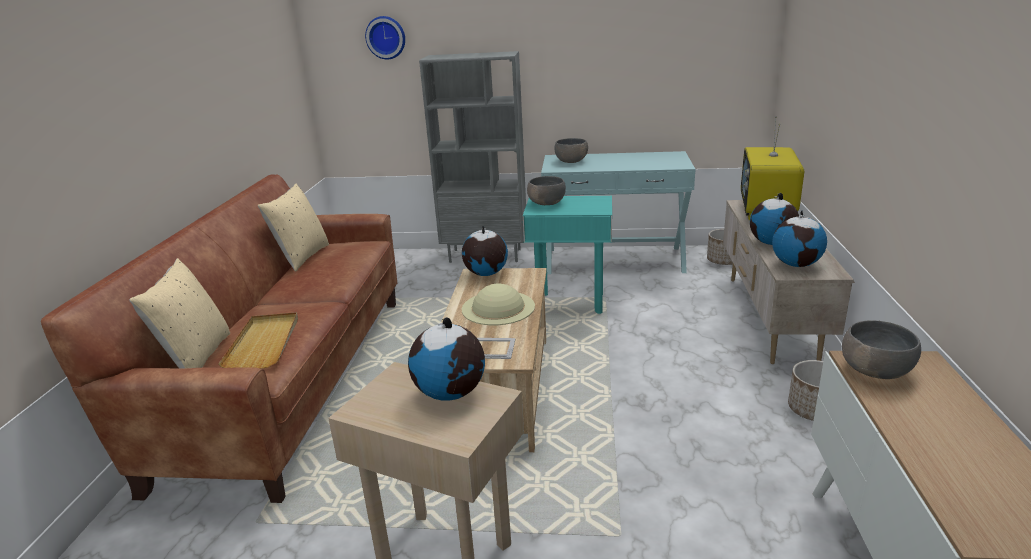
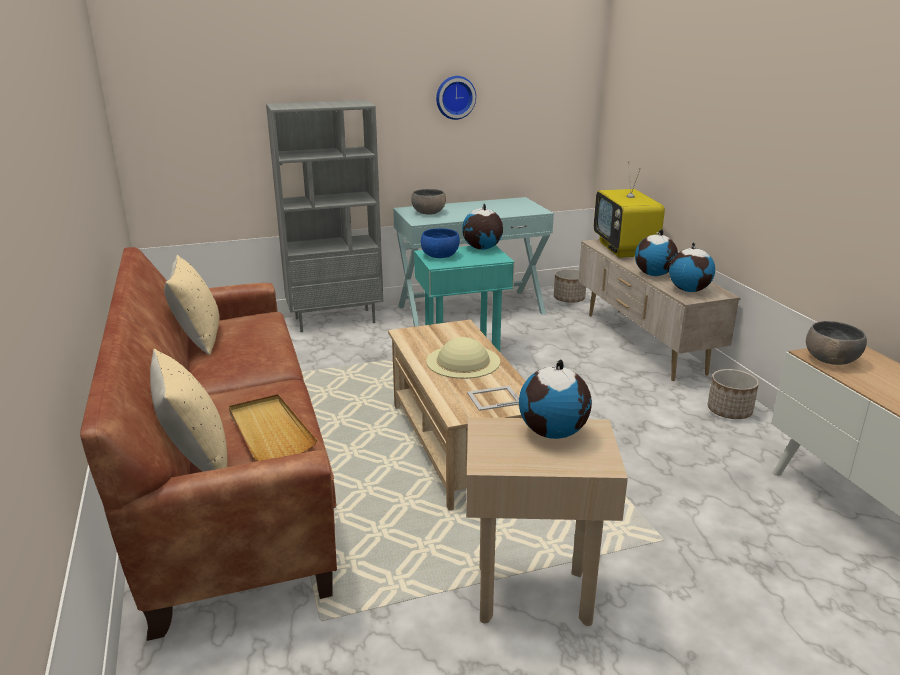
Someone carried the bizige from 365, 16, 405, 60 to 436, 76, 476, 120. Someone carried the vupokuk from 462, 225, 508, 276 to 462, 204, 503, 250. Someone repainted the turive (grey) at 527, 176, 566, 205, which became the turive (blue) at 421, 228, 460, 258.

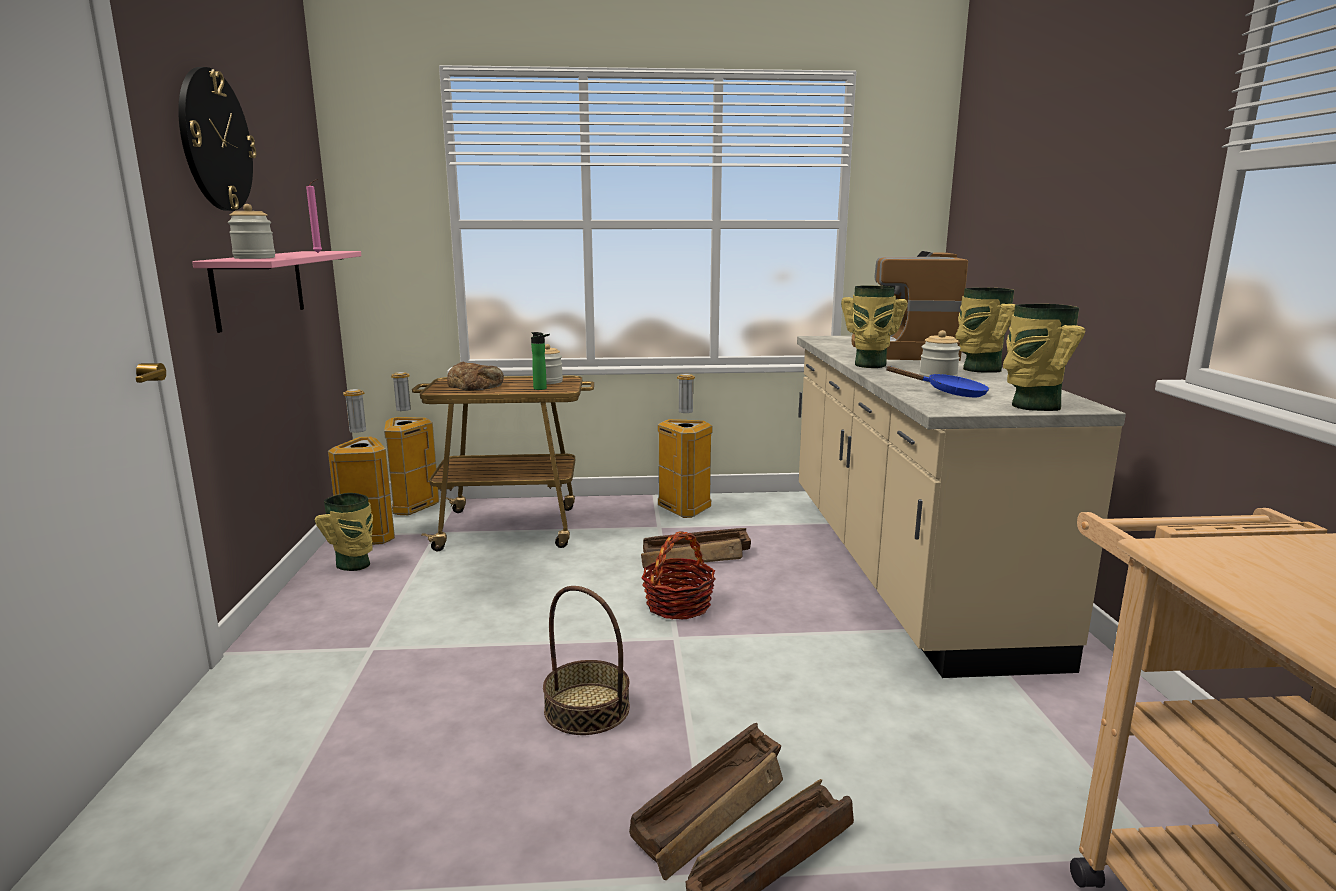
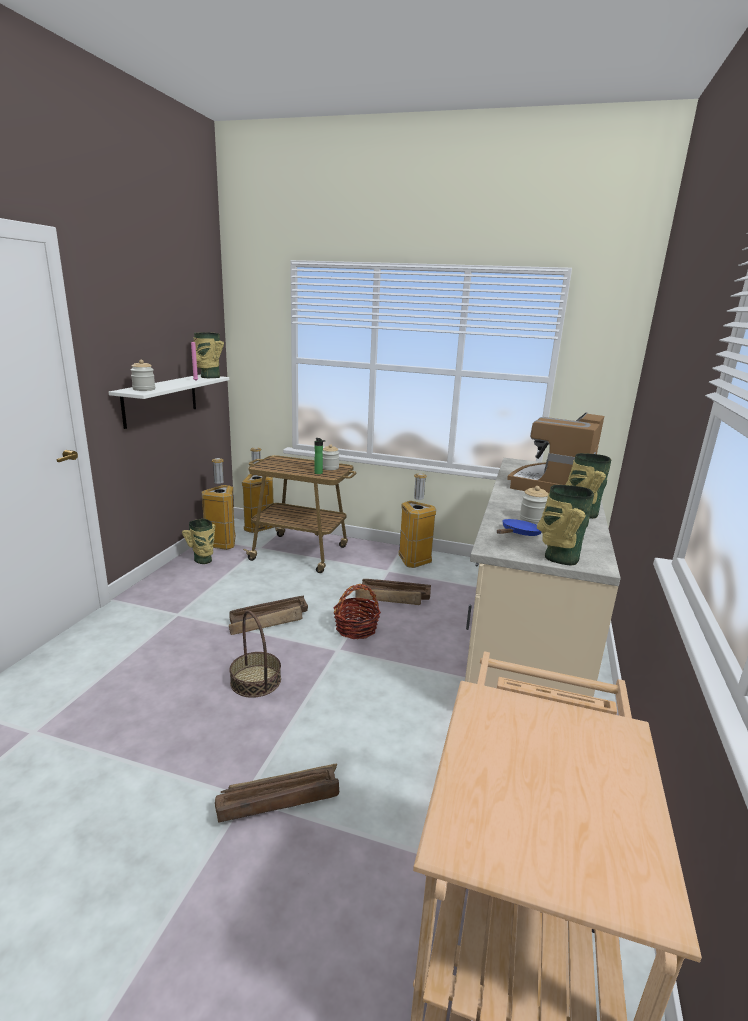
Someone took away the bizige at 178, 67, 256, 211. Someone took away the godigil at 447, 362, 504, 391. Someone carried the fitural from 629, 723, 783, 880 to 229, 596, 308, 635. Someone carried the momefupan from 841, 286, 907, 368 to 194, 332, 224, 378. Someone repainted the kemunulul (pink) at 192, 251, 361, 333, which became the kemunulul (white) at 109, 375, 229, 429. Someone rotated the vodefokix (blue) at 886, 366, 989, 397 by 90 degrees counterclockwise.

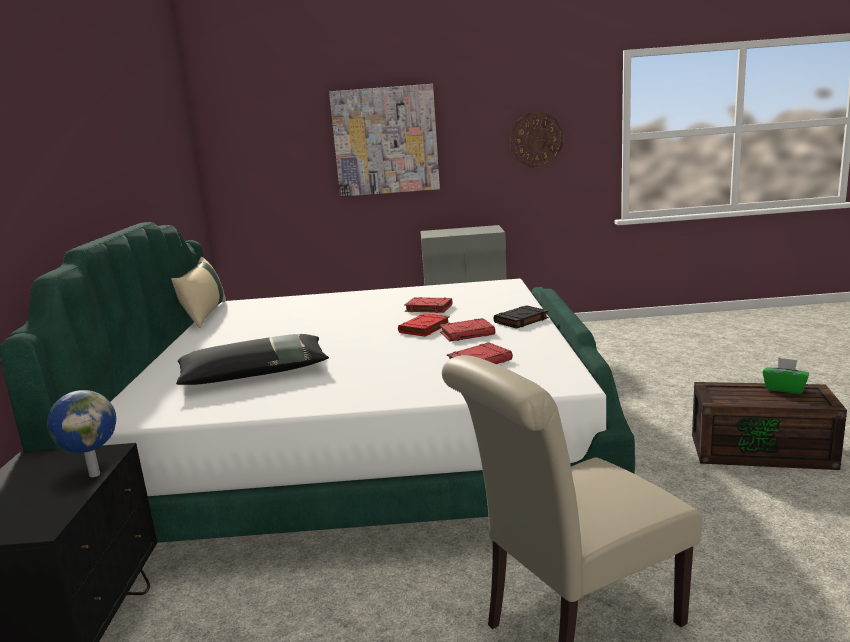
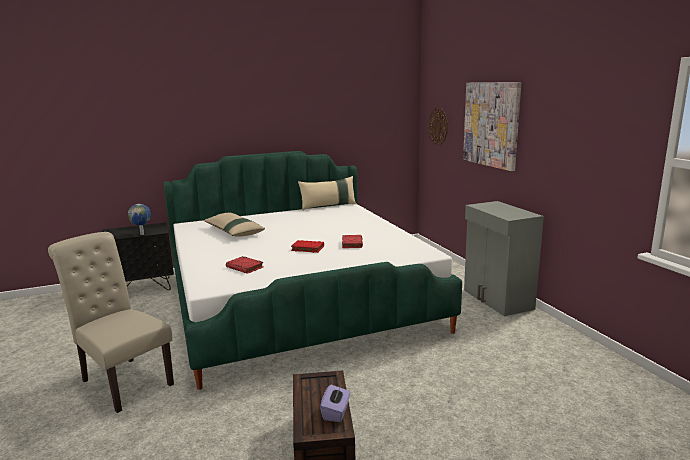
Someone took away the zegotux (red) at 440, 318, 495, 341. Someone took away the zegotux (black) at 493, 305, 549, 329. Someone carried the bizige from 510, 112, 563, 168 to 429, 108, 448, 145. Someone repainted the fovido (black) at 176, 334, 329, 385, which became the fovido (beige) at 204, 213, 265, 237. Someone repainted the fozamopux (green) at 762, 357, 809, 394, which became the fozamopux (purple) at 320, 385, 351, 422.

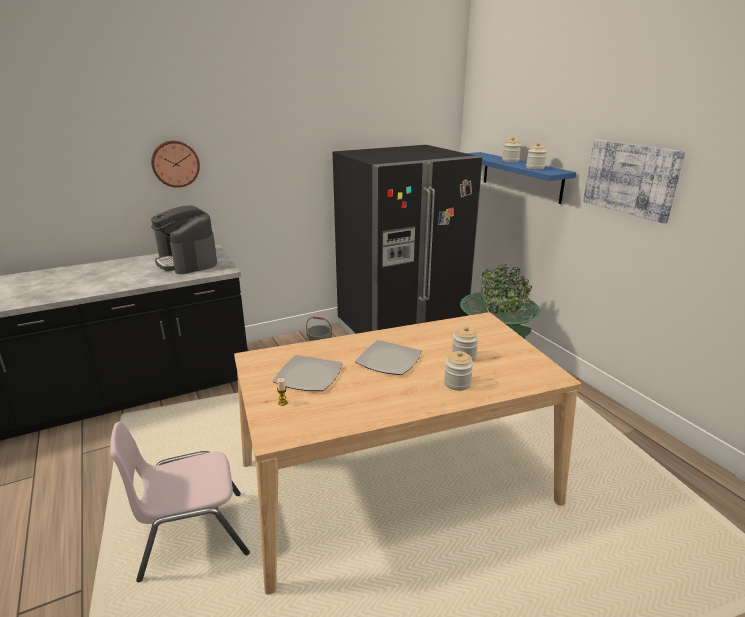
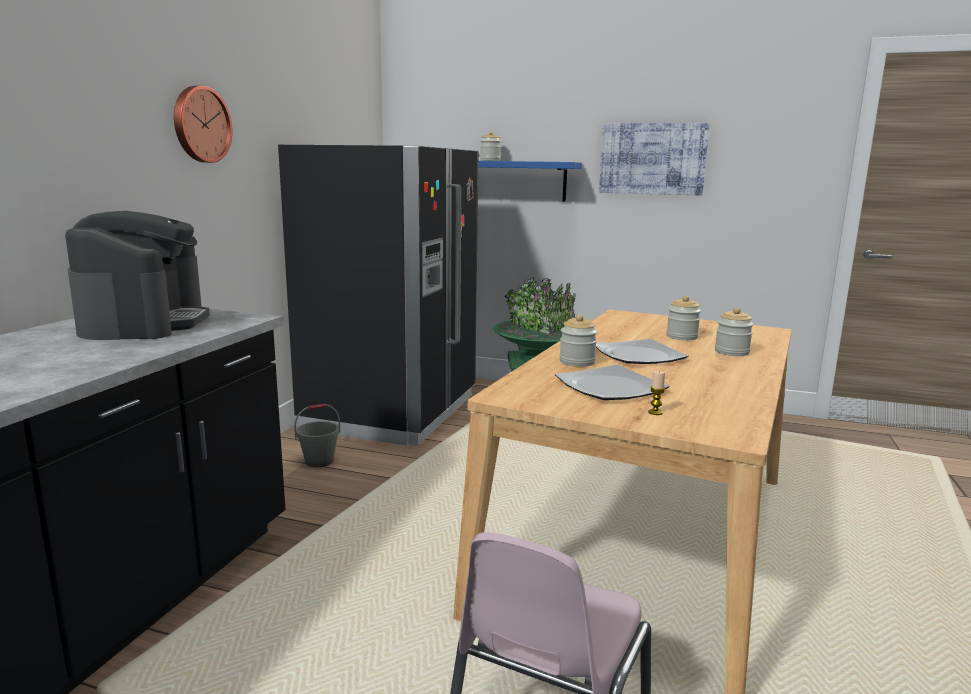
Someone carried the bizige from 151, 141, 200, 188 to 174, 86, 232, 163. Someone carried the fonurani from 526, 142, 547, 169 to 560, 314, 597, 367. Someone rotated the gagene at 151, 206, 217, 274 by 105 degrees counterclockwise.

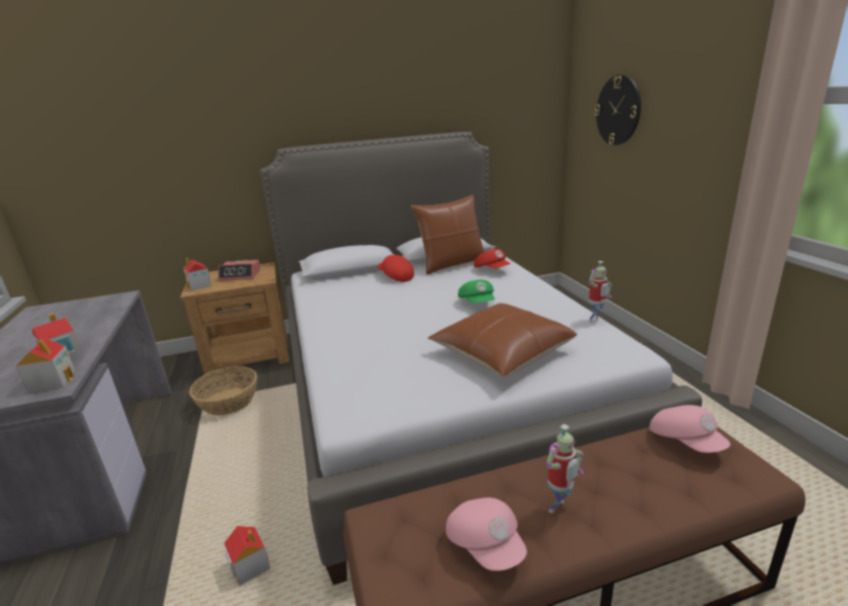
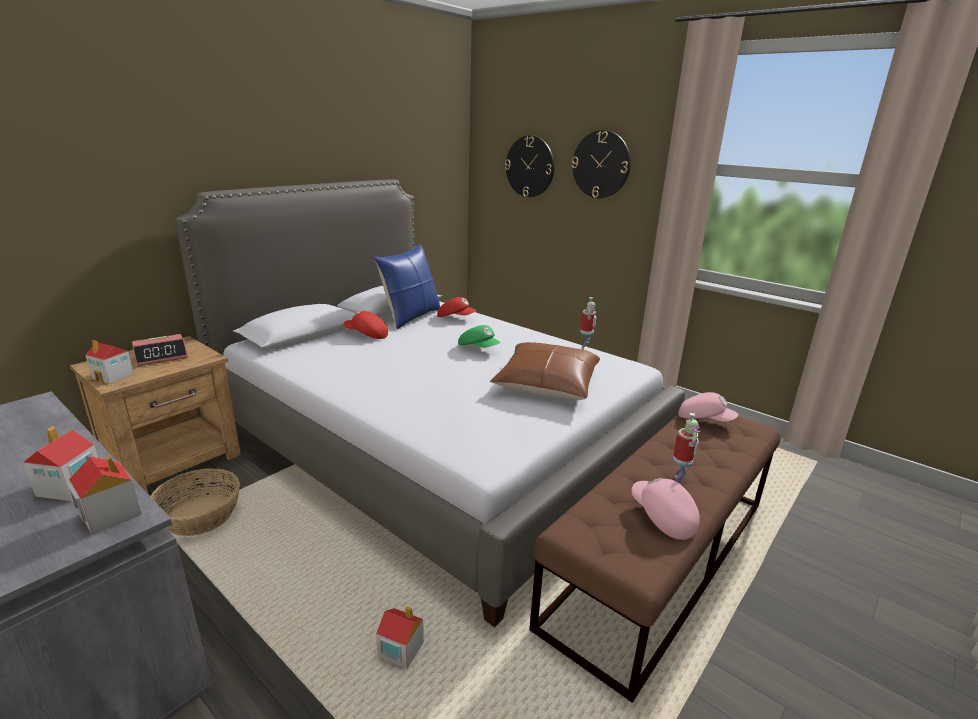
Someone put up the bizige at 572, 130, 631, 198. Someone repainted the fovido (brown) at 411, 195, 485, 274, which became the fovido (blue) at 374, 244, 440, 329. Someone rotated the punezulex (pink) at 446, 498, 527, 571 by 150 degrees counterclockwise.

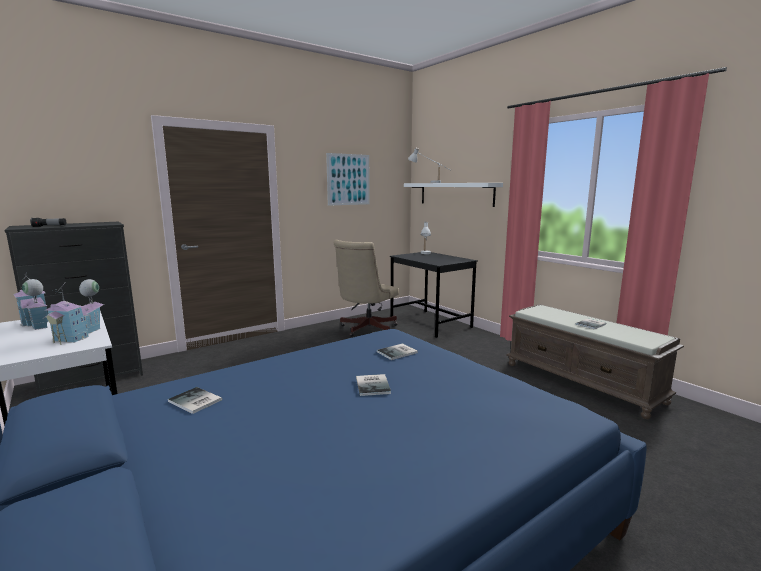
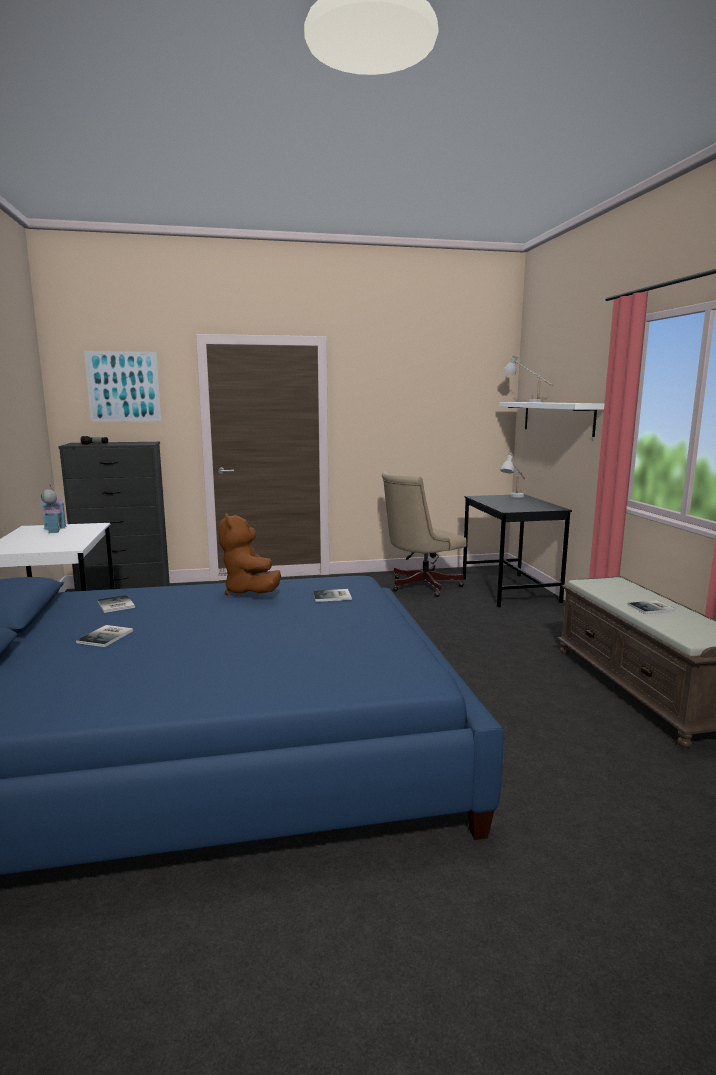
Someone took away the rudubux at 43, 279, 104, 345. Someone put down the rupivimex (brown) at 218, 514, 281, 595. Someone carried the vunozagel from 326, 153, 370, 206 to 84, 351, 162, 422. Someone carried the zegotux from 356, 374, 391, 396 to 76, 625, 133, 647.

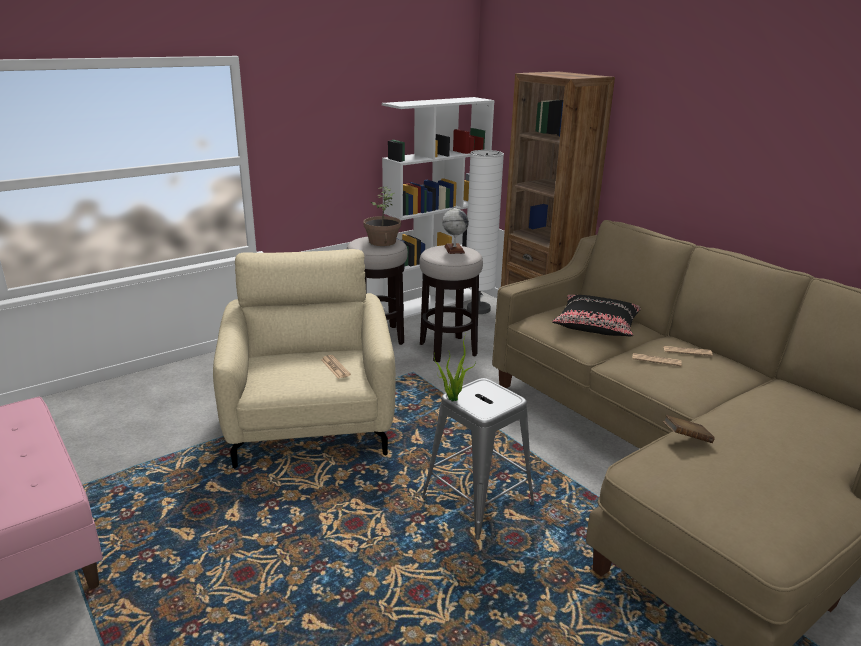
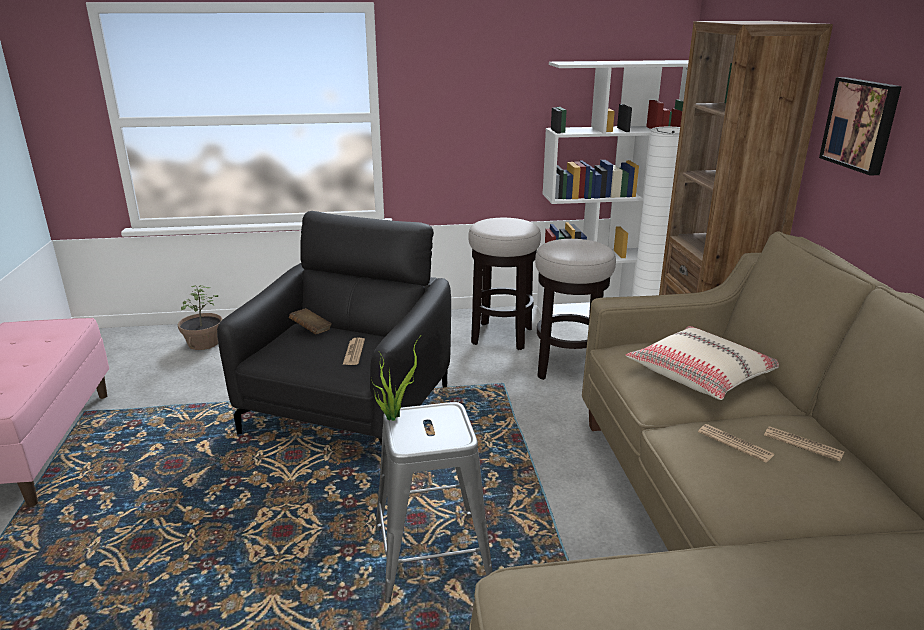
Someone took away the vupokuk at 442, 206, 469, 254. Someone put up the vunozagel at 819, 77, 902, 176. Someone carried the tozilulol from 364, 187, 401, 246 to 178, 285, 223, 350. Someone carried the zegotux (brown) from 663, 415, 715, 443 to 289, 308, 332, 334. Someone repainted the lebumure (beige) at 213, 249, 396, 469, which became the lebumure (black) at 217, 211, 451, 446. Someone repainted the fovido (black) at 552, 295, 641, 336, which became the fovido (beige) at 626, 326, 779, 400.

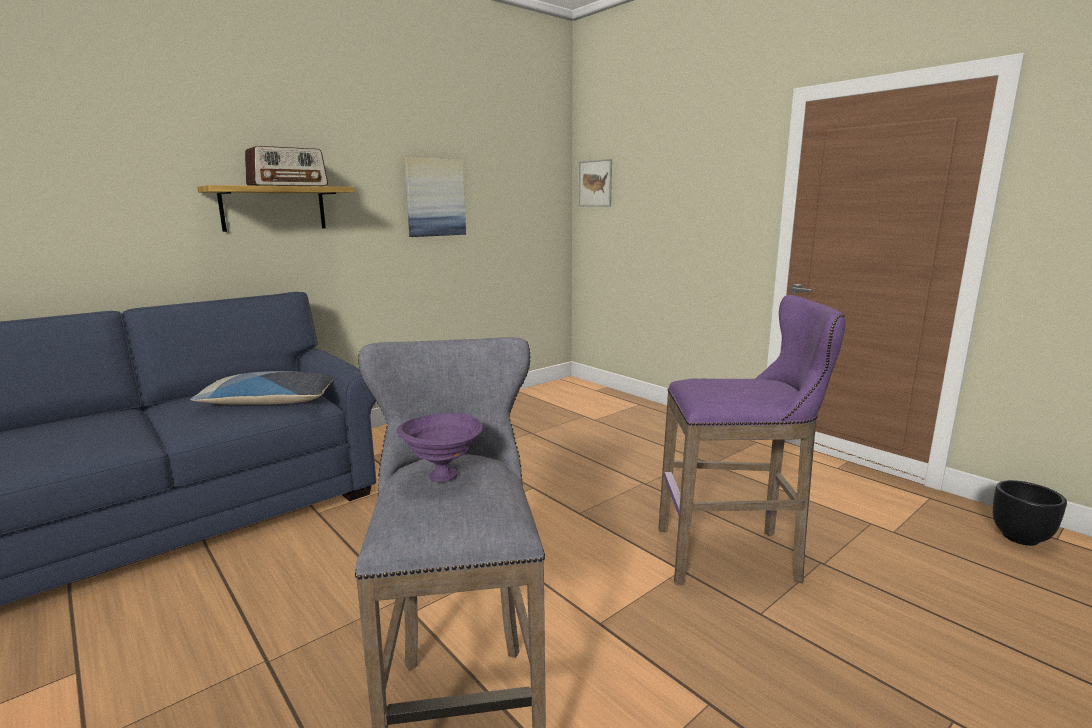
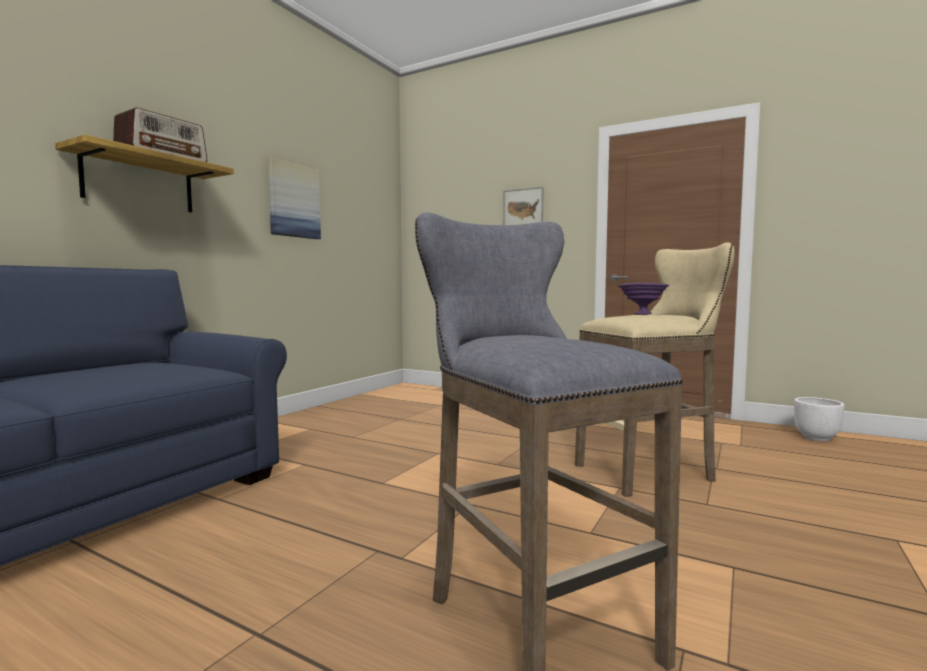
Someone took away the fovido at 190, 371, 333, 405. Someone carried the turive (purple) from 397, 413, 483, 483 to 618, 283, 670, 315. Someone carried the vunozagel from 579, 159, 612, 206 to 503, 187, 544, 225. Someone repainted the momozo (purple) at 658, 295, 845, 585, which became the momozo (beige) at 575, 243, 735, 497. Someone repainted the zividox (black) at 993, 480, 1067, 546, which became the zividox (white) at 794, 397, 844, 442.

